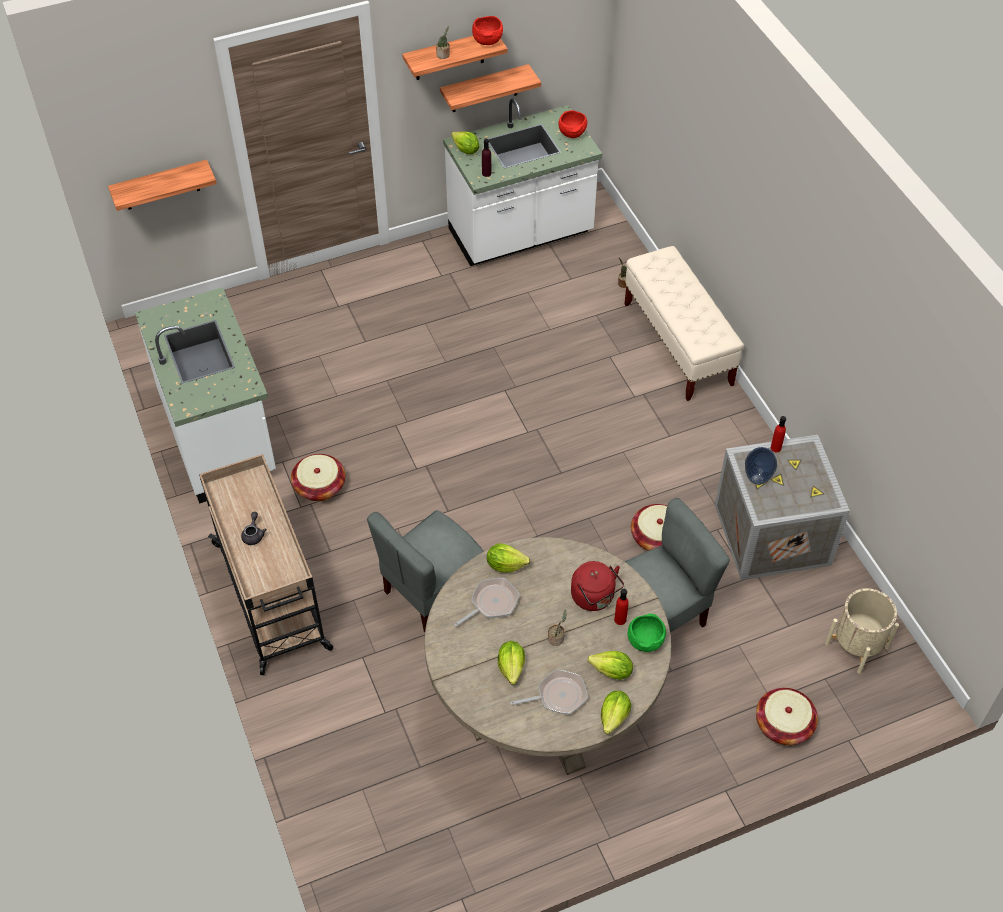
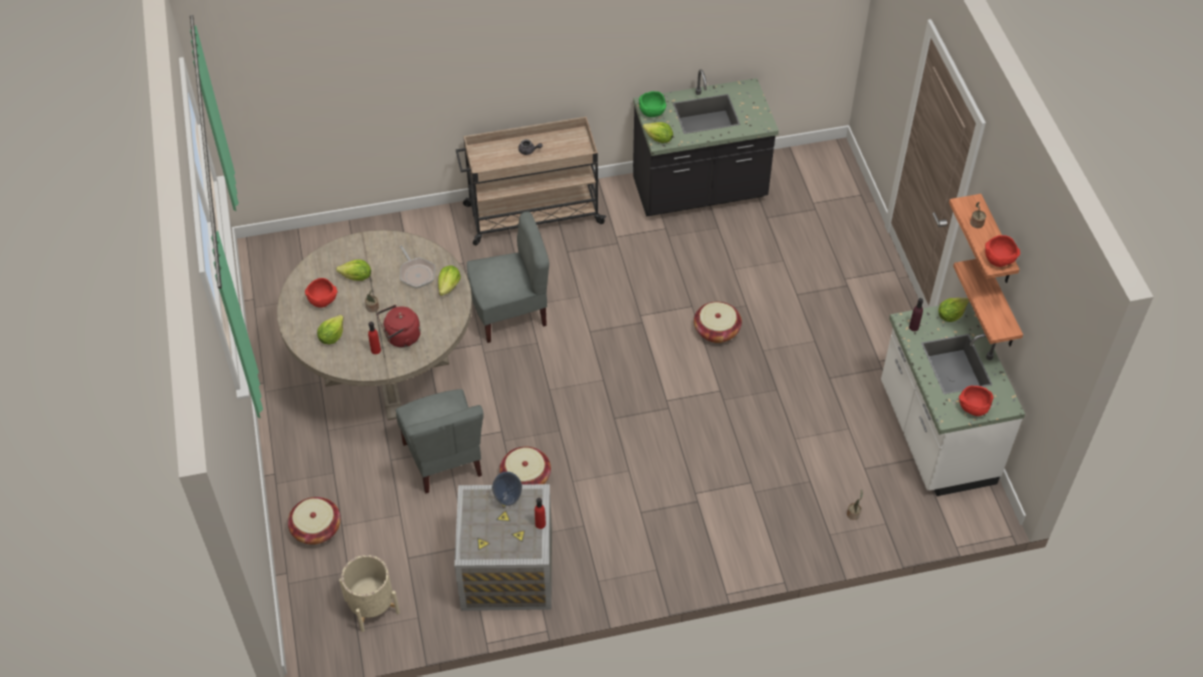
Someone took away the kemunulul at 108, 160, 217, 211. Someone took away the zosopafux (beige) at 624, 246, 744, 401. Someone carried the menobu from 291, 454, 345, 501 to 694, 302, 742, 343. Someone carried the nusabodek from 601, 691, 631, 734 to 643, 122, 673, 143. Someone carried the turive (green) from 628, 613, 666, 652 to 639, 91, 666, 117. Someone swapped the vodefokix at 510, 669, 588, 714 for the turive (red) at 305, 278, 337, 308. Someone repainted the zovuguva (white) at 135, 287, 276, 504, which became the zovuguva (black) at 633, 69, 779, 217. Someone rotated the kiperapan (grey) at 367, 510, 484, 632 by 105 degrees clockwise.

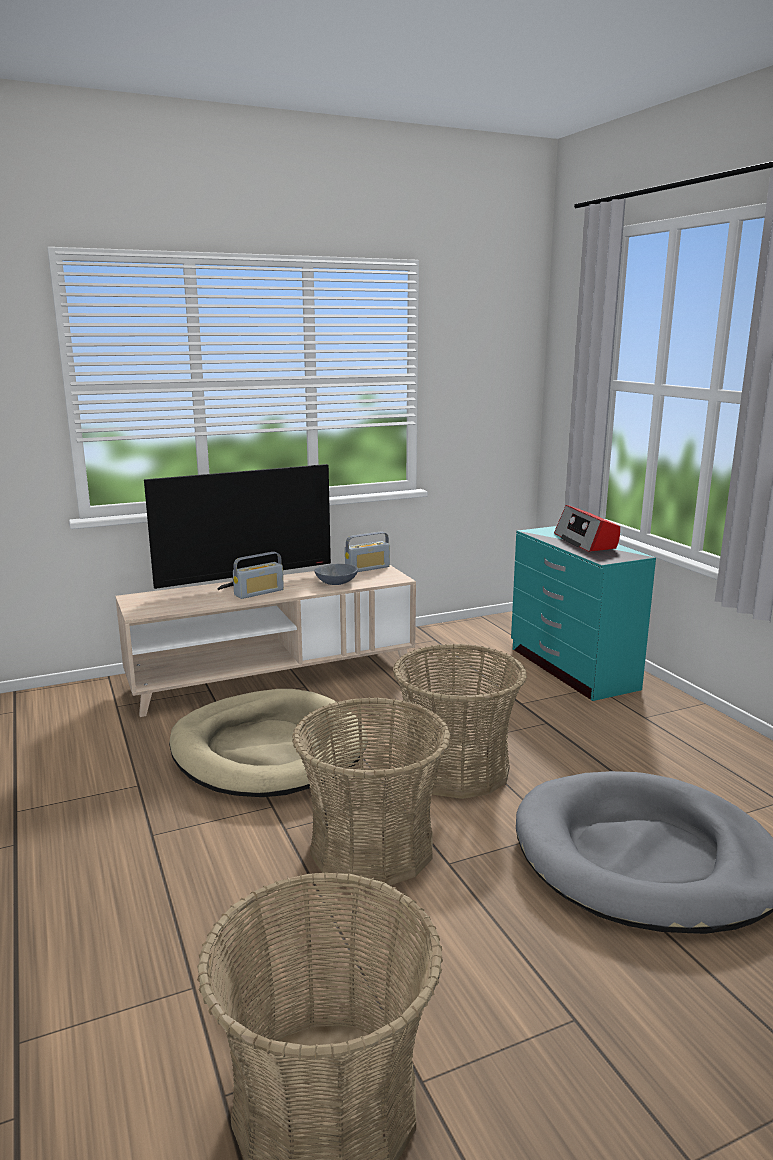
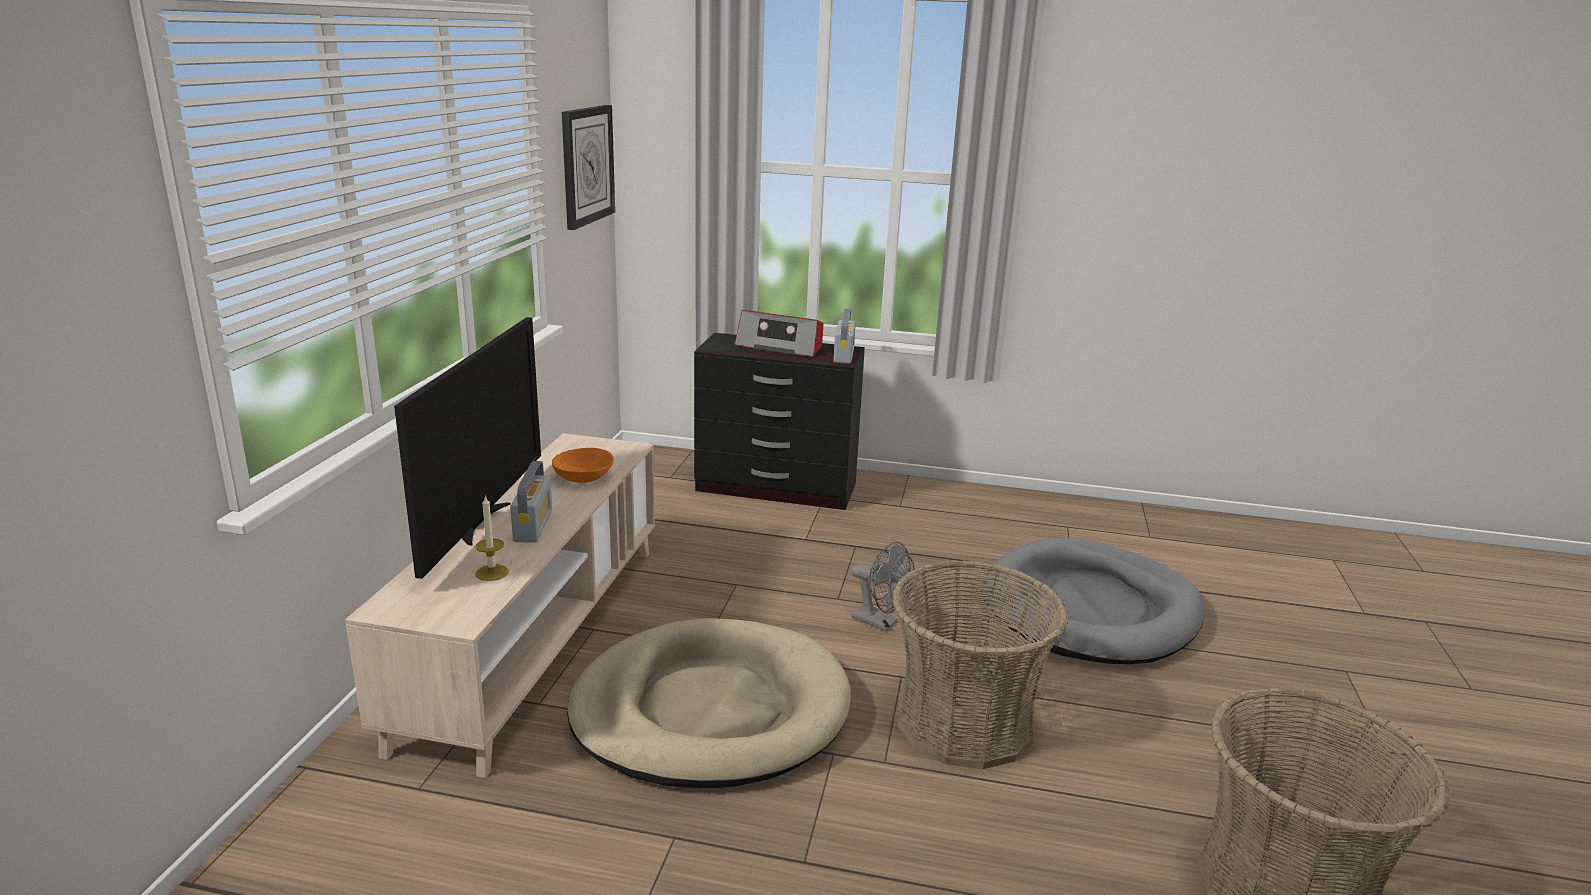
Someone put down the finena at 475, 496, 509, 581. Someone put up the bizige at 562, 105, 615, 230. Someone carried the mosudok from 345, 532, 390, 572 to 834, 308, 856, 364. Someone swapped the menobu at 393, 644, 527, 799 for the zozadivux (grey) at 851, 542, 915, 632. Someone repainted the turive (grey) at 314, 564, 358, 585, which became the turive (orange) at 552, 448, 614, 483. Someone repainted the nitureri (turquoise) at 511, 526, 656, 701, which became the nitureri (black) at 694, 333, 865, 510.

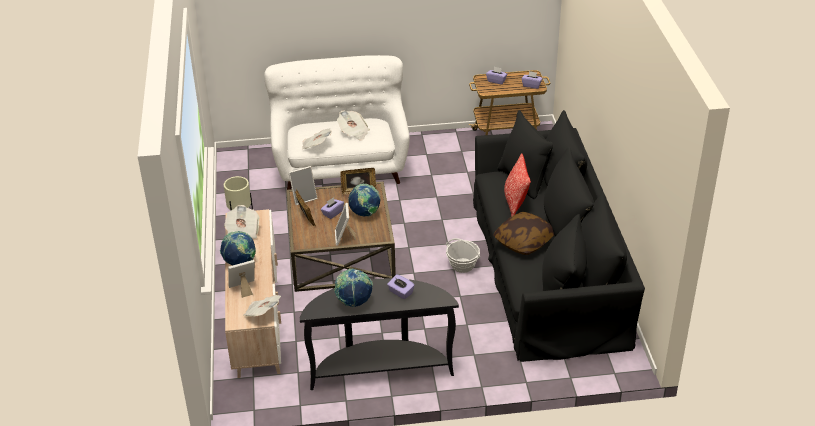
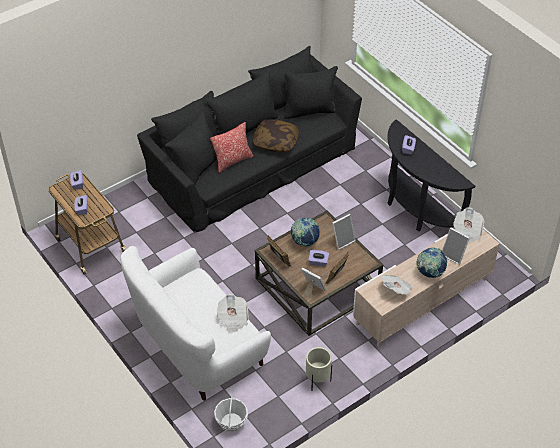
Someone took away the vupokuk at 334, 269, 373, 307. Someone took away the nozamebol at 337, 110, 370, 141. Someone carried the menobu from 446, 238, 480, 273 to 214, 395, 248, 432.

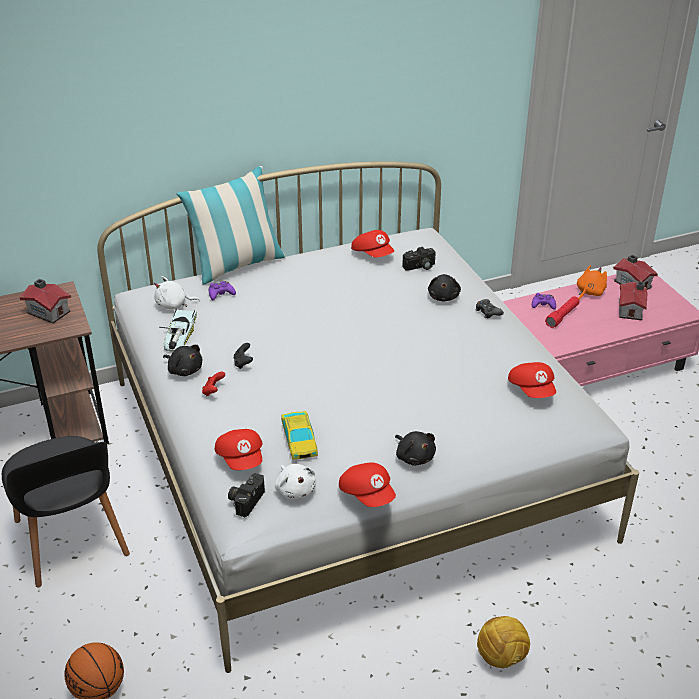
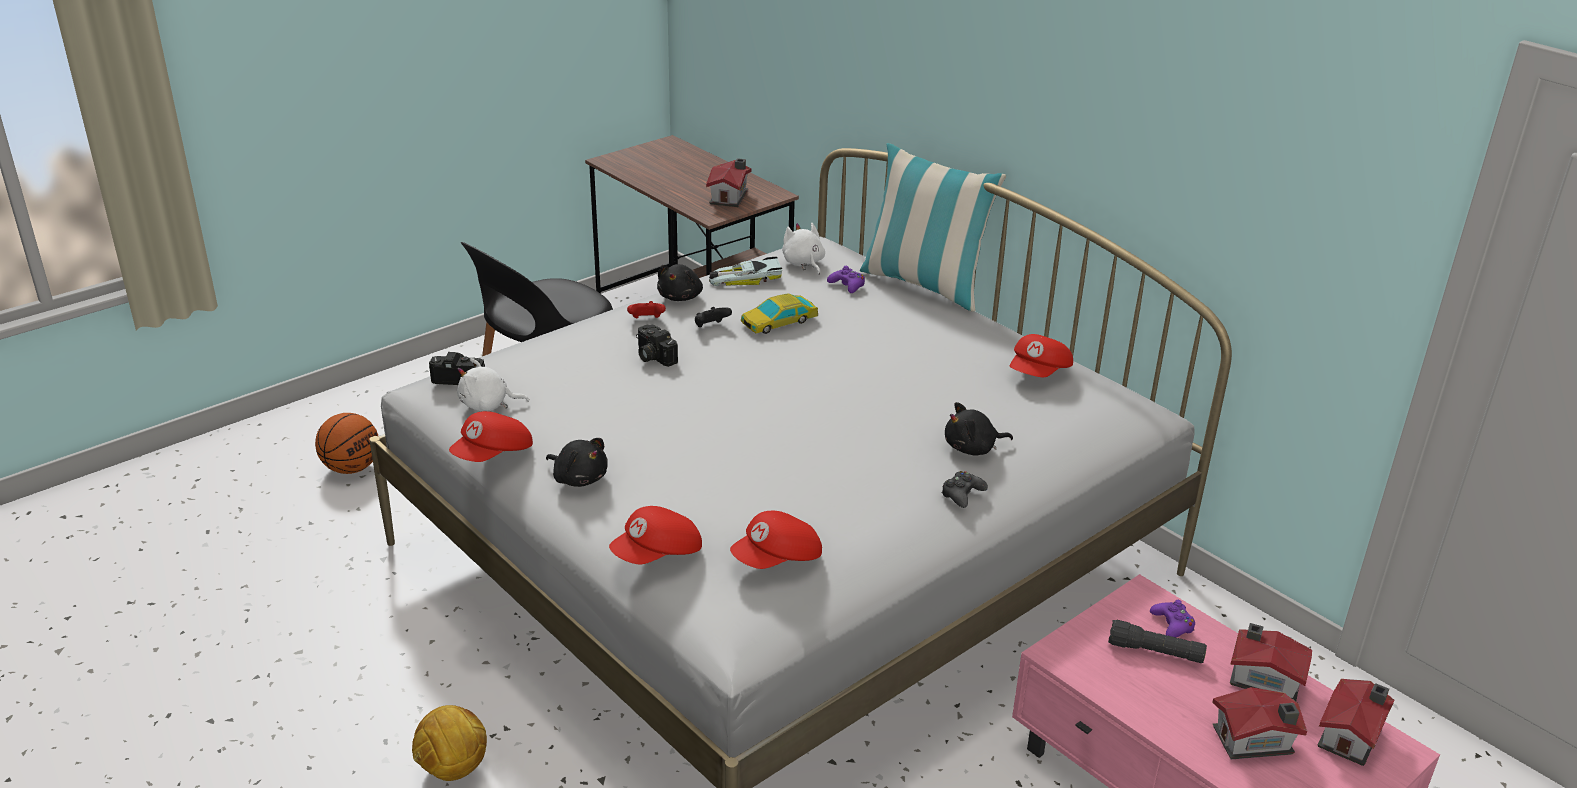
Someone carried the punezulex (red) from 215, 429, 263, 470 to 609, 506, 702, 564. Someone carried the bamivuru from 281, 411, 318, 460 to 741, 293, 818, 334. Someone carried the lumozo from 402, 247, 436, 271 to 636, 325, 678, 367. Someone swapped the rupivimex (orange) at 577, 265, 607, 300 for the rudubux at 1230, 623, 1312, 701. Someone repainted the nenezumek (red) at 545, 296, 579, 328, which became the nenezumek (black) at 1108, 620, 1207, 663. Someone rotated the rupivimex (white) at 275, 464, 316, 499 by 45 degrees clockwise. Someone rotated the rupivimex (black) at 395, 431, 436, 466 by 90 degrees counterclockwise.

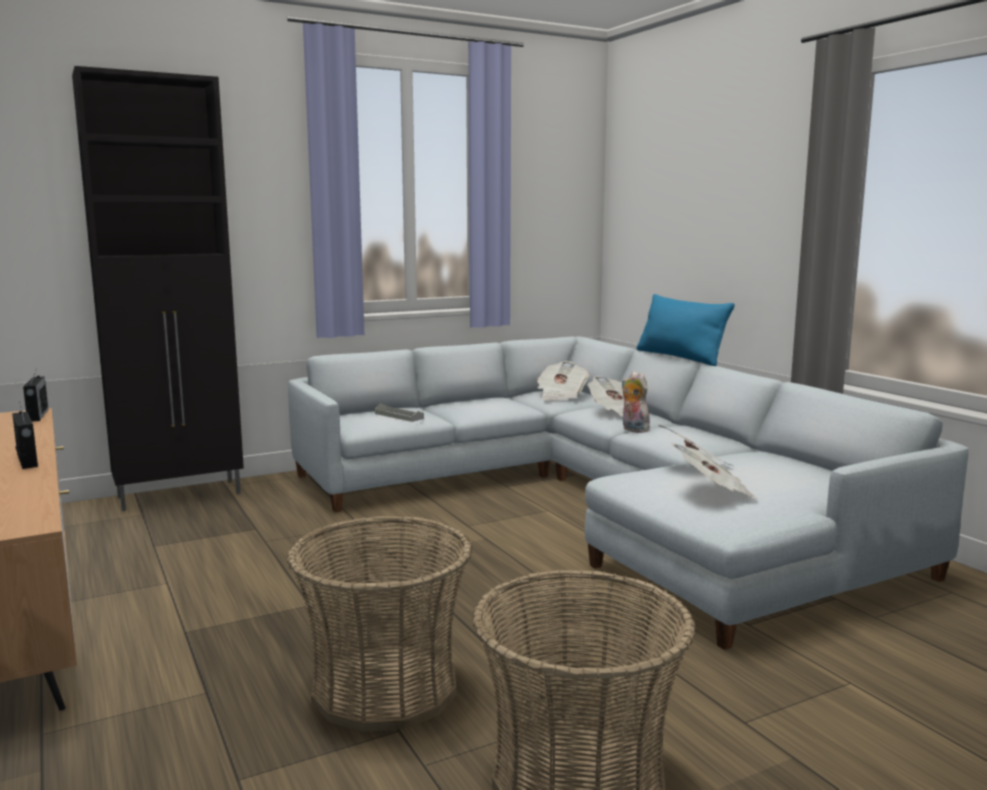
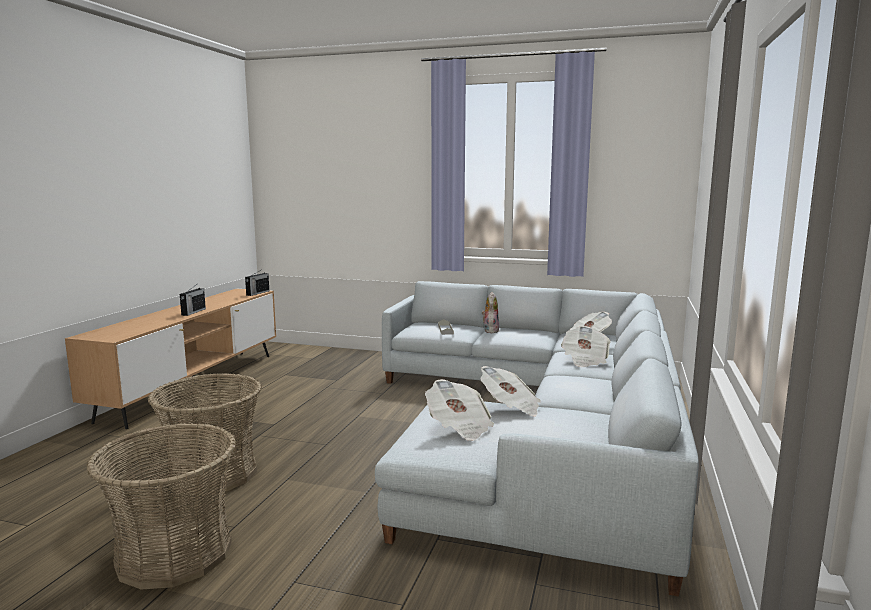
Someone took away the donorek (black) at 72, 66, 244, 511. Someone took away the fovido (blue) at 636, 294, 735, 366. Someone carried the rupivimex from 622, 371, 650, 433 to 482, 292, 499, 333.

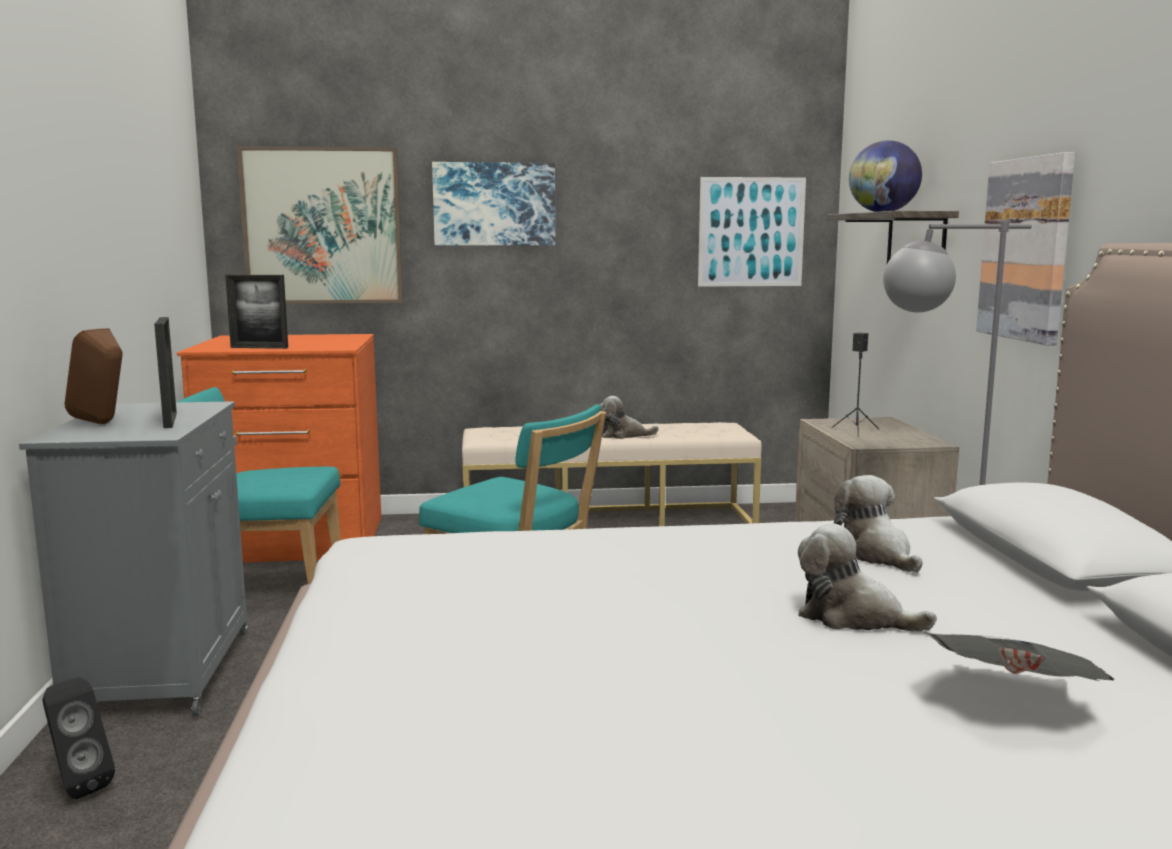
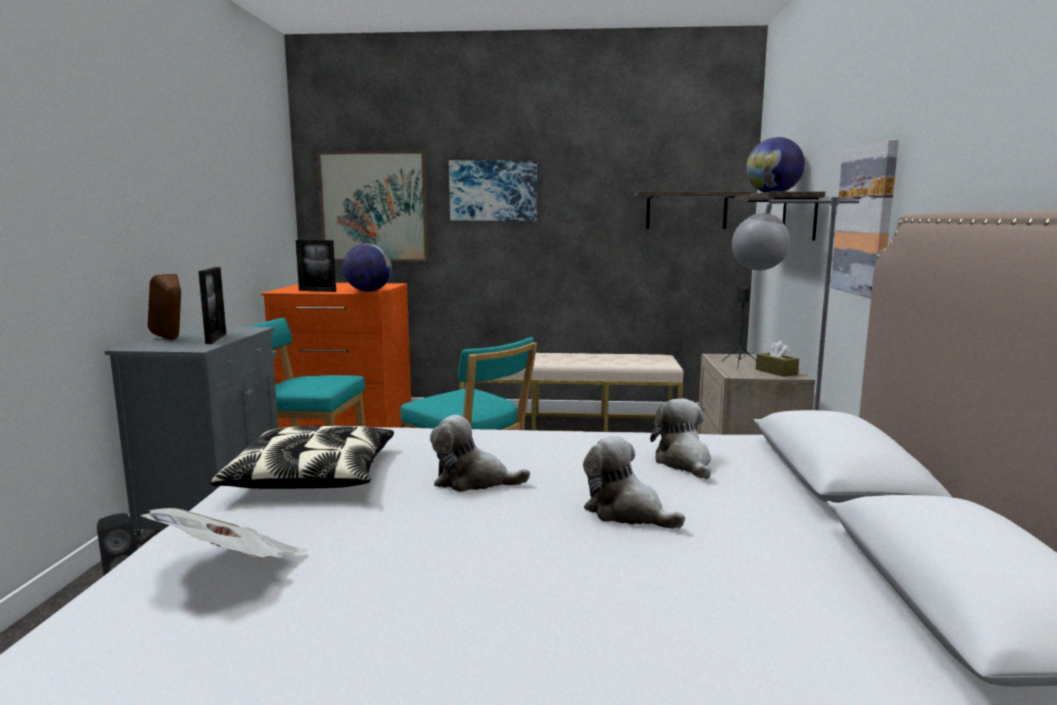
Someone put down the fovido at 210, 426, 394, 489. Someone put down the vupokuk at 343, 243, 392, 292. Someone put down the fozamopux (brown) at 756, 341, 799, 377. Someone carried the rupivimex from 600, 396, 659, 439 to 430, 415, 530, 492. Someone carried the nozamebol from 924, 632, 1114, 681 to 140, 508, 307, 558. Someone swapped the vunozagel at 698, 177, 806, 287 for the kemunulul at 634, 192, 751, 229.

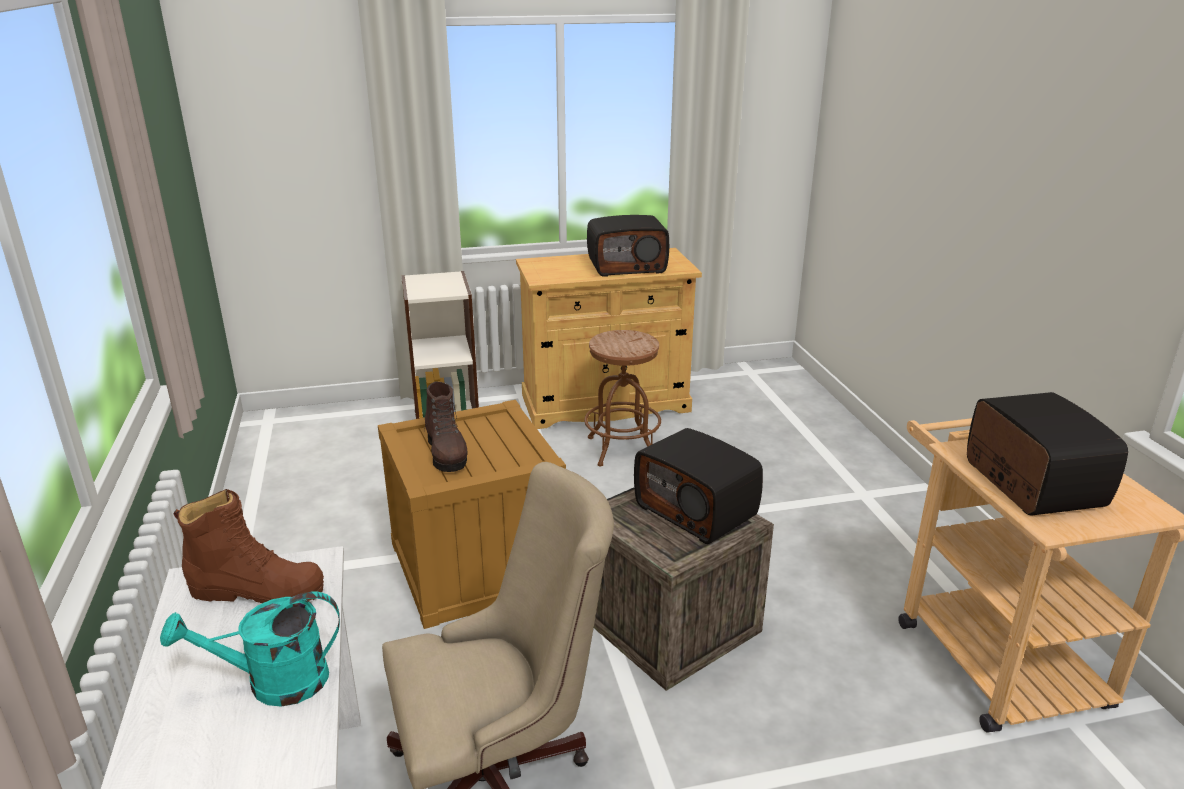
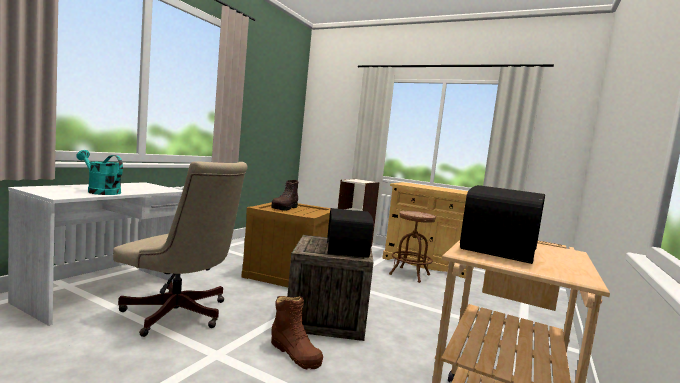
Someone took away the mosudok at 587, 215, 669, 277. Someone carried the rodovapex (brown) from 173, 489, 324, 603 to 271, 296, 323, 369.

